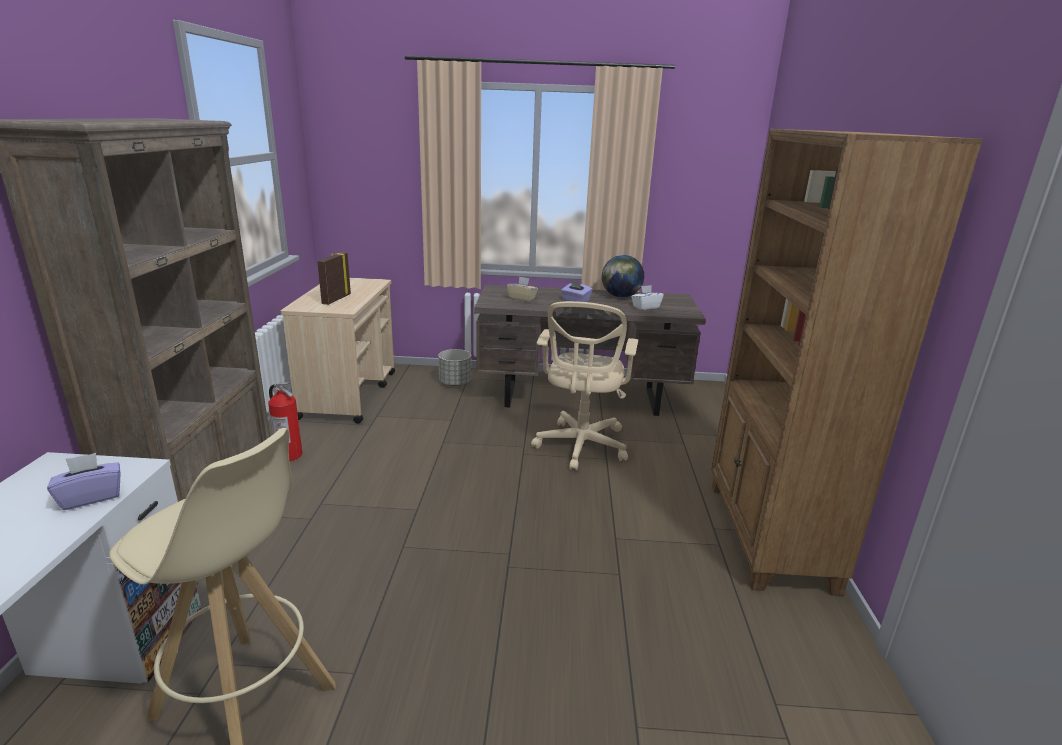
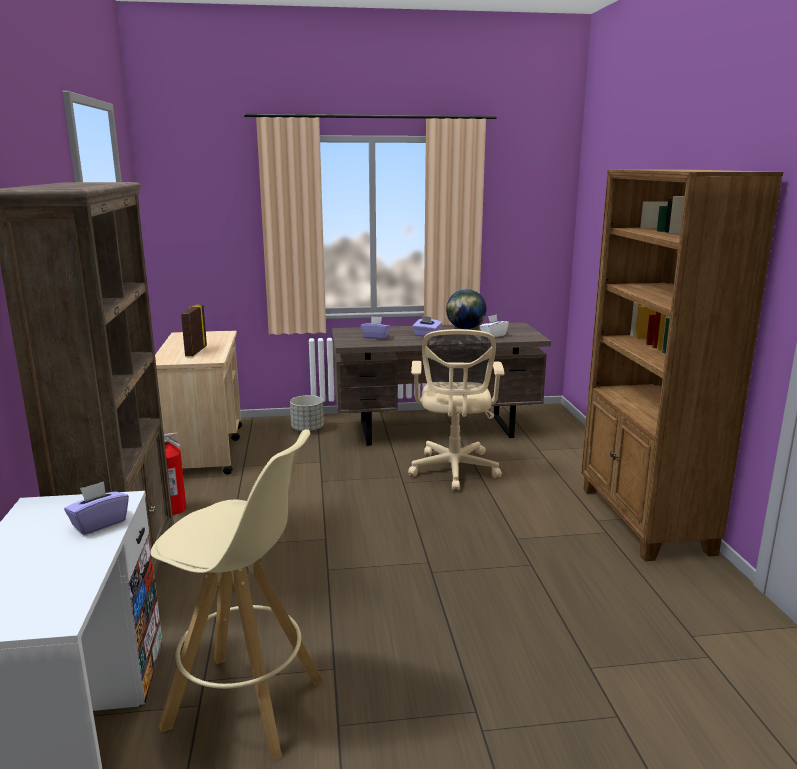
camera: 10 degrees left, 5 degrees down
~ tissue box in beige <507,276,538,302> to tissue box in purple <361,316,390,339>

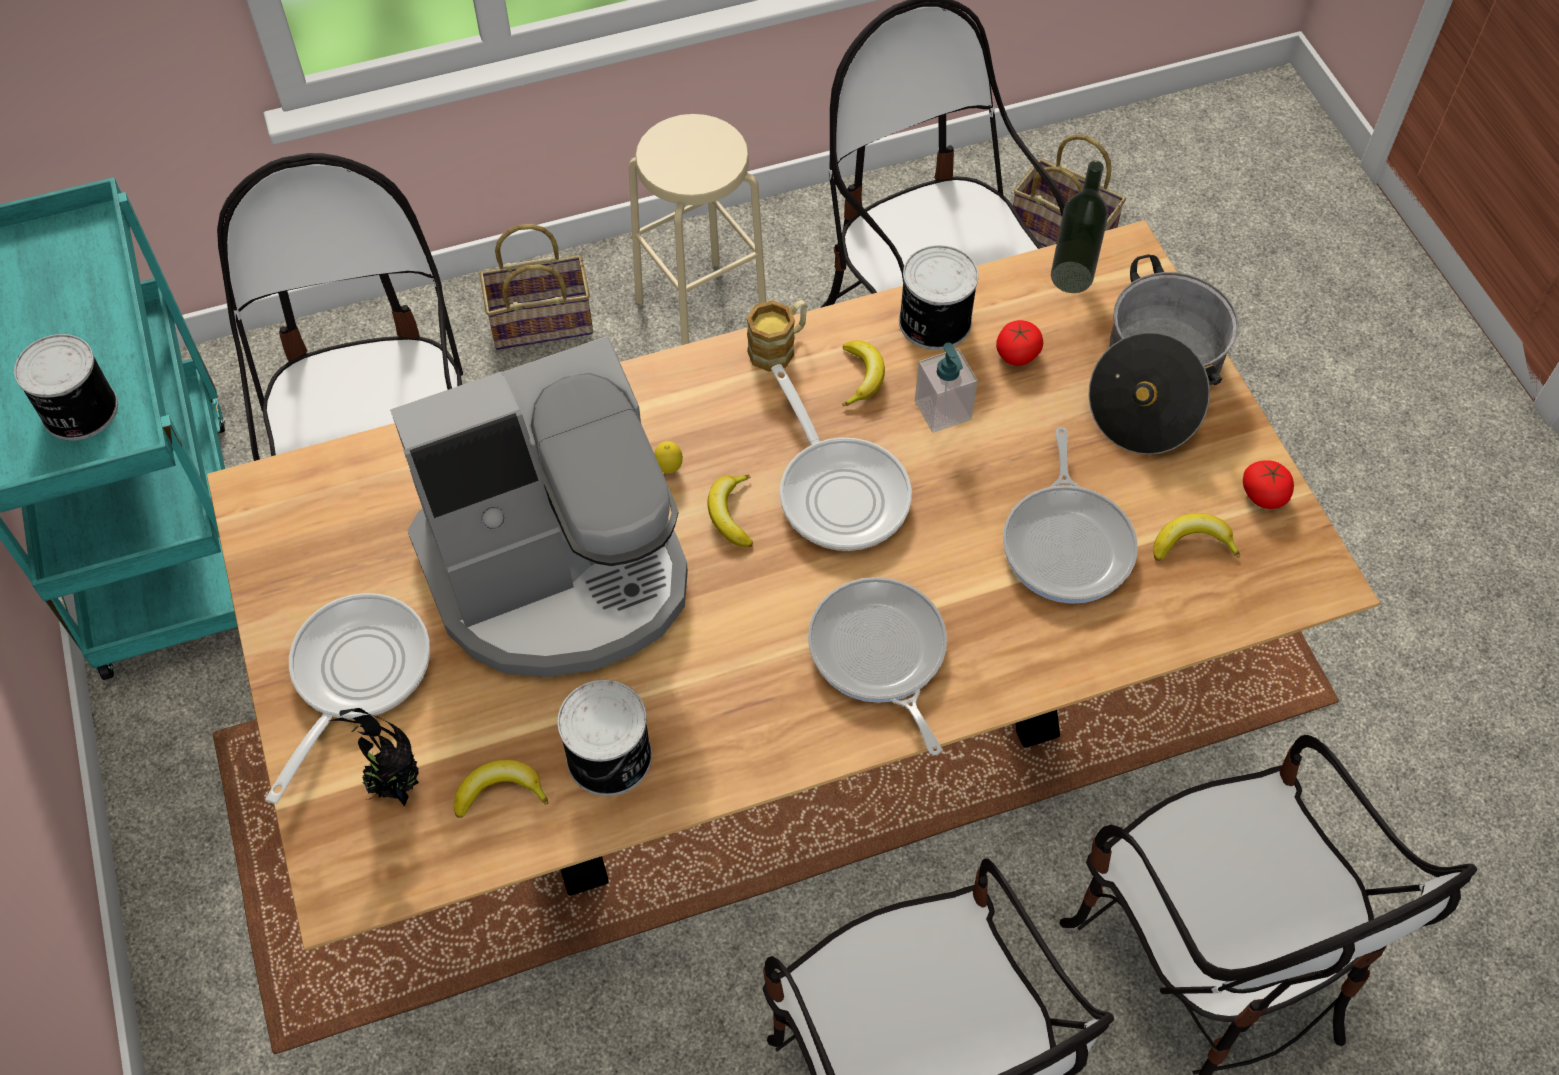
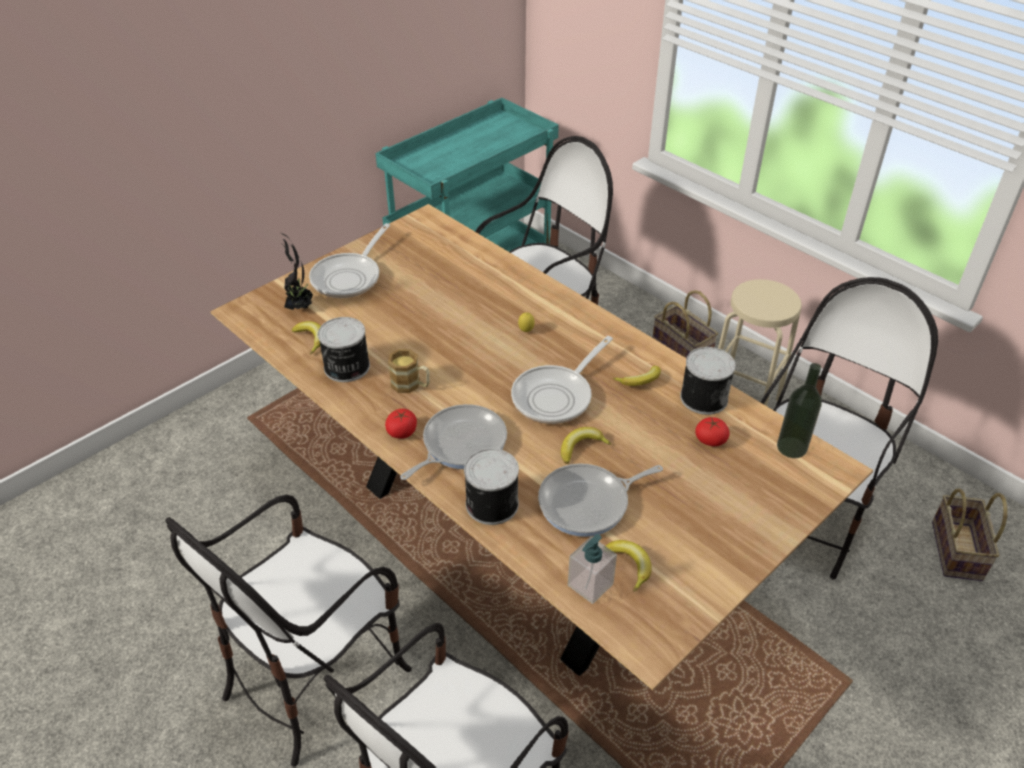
camera: 65 degrees right, 15 degrees down
~ can <14,334,118,441> to <464,449,519,525>
~ frying pan <265,593,430,804> = <309,223,390,298> 120 degrees clockwise
- coffee machine <390,336,688,677>
~ banana <707,475,753,547> to <561,427,612,464>
~ mug <746,300,807,372> to <388,349,430,393>
~ soap dispenser <915,342,978,433> to <568,534,617,604>
- cooking pot <1088,254,1239,455>
~ tomato <1243,460,1294,509> to <385,409,417,439>

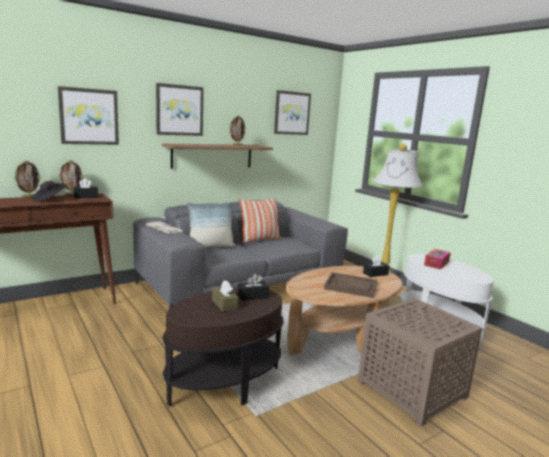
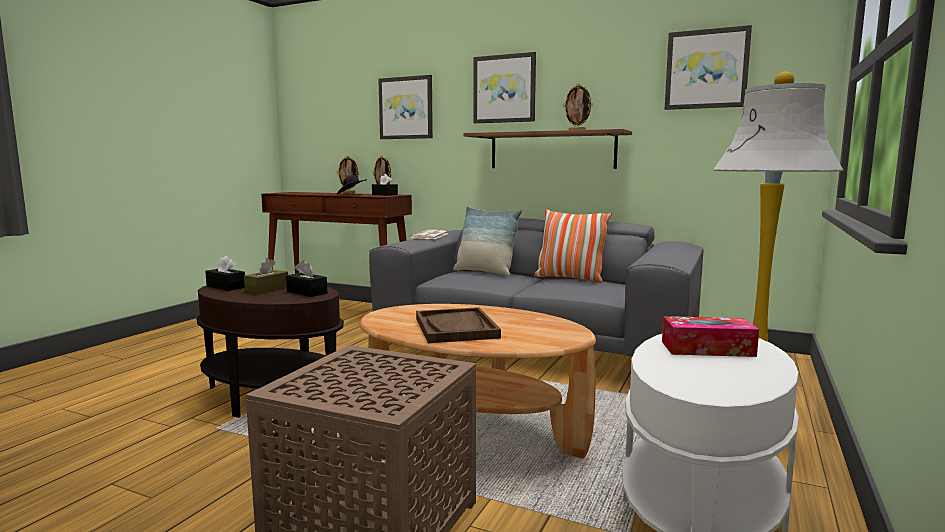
camera: 60 degrees right, 5 degrees down
~ tissue box in black <363,255,390,277> to <205,255,245,291>

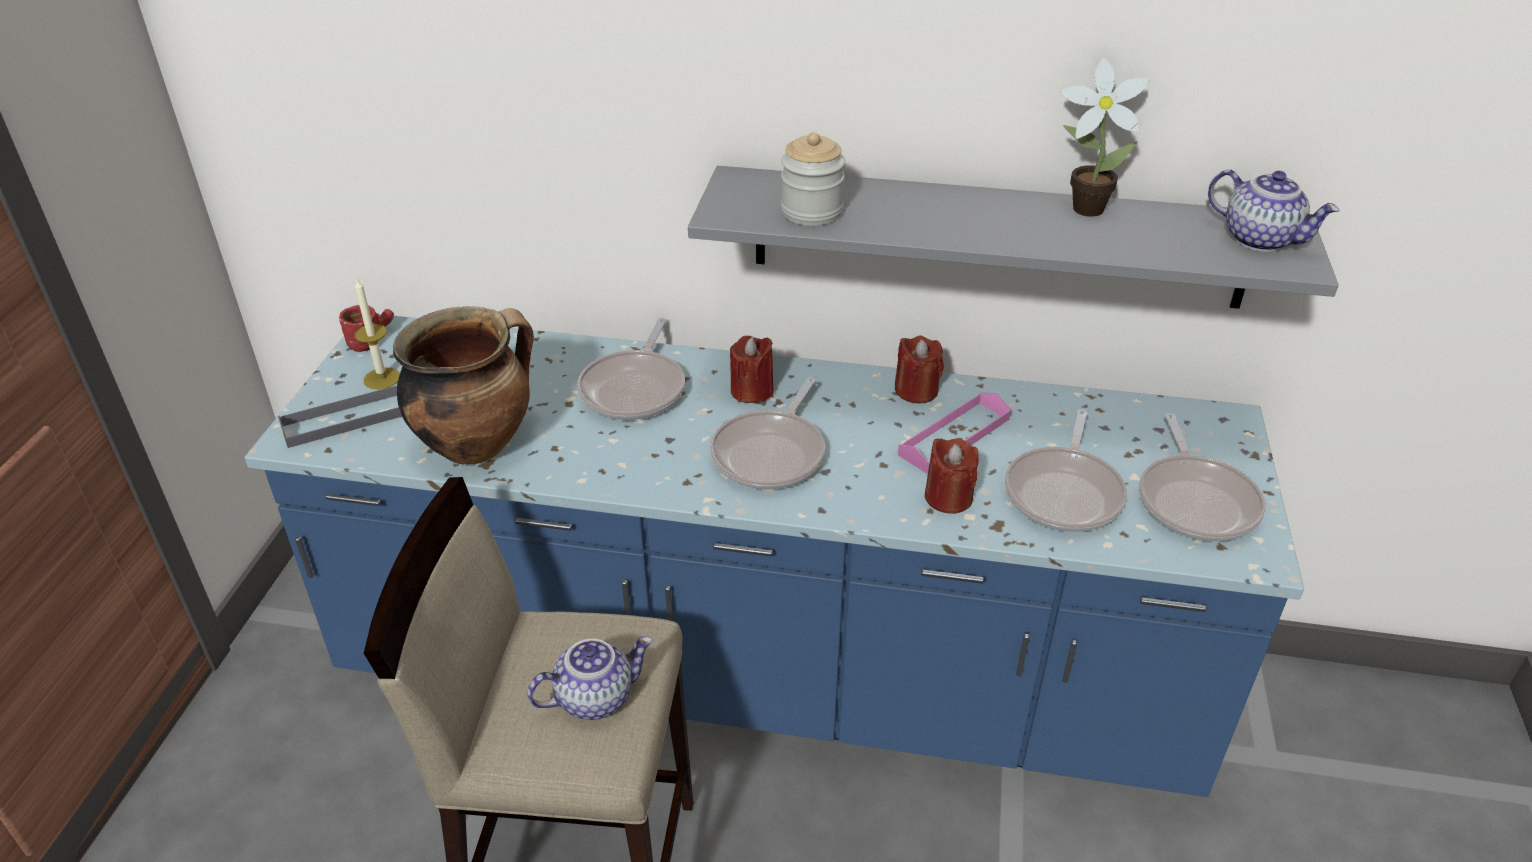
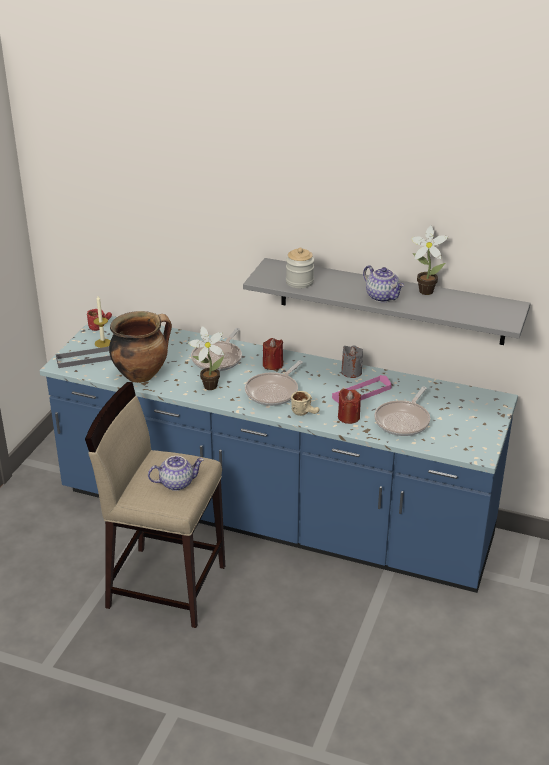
camera: 10 degrees right, 5 degrees down
~ candle in red <895,335,944,403> to candle in grey <341,345,363,378>
- frying pan <1139,413,1266,541>
~ teapot <1208,169,1340,252> to <363,265,404,302>
+ potted plant <188,326,224,390>
+ mug in beige <291,391,319,416>

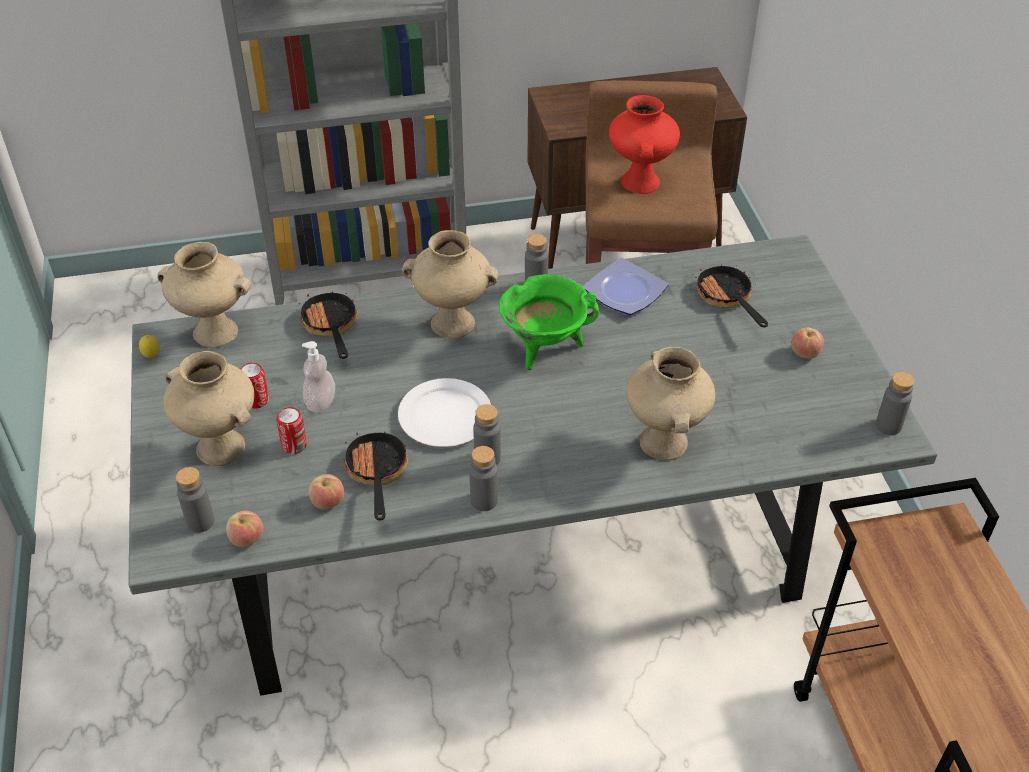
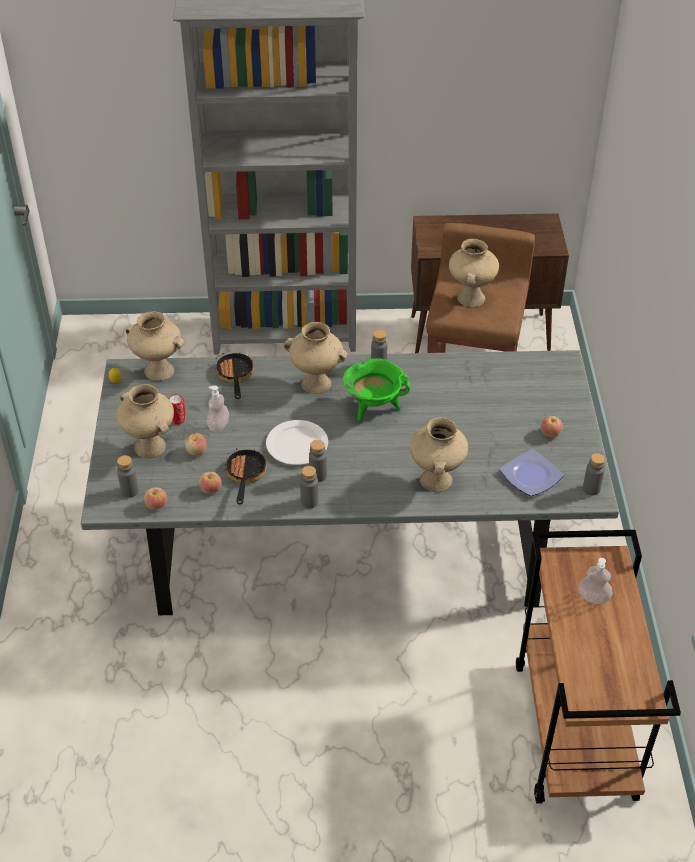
camera: 10 degrees right, 0 degrees up
~ can <277,407,307,454> to apple <185,433,207,456>
~ plate <583,258,668,315> to <499,449,564,496>
~ vase in red <609,95,680,194> to vase in beige <449,239,499,307>
- frying pan <695,261,768,327>
+ soap dispenser <578,558,612,604>

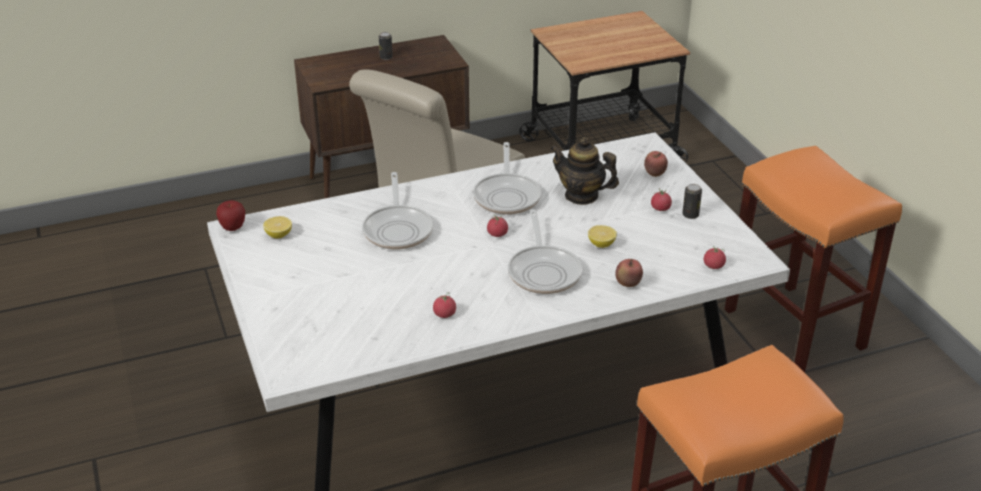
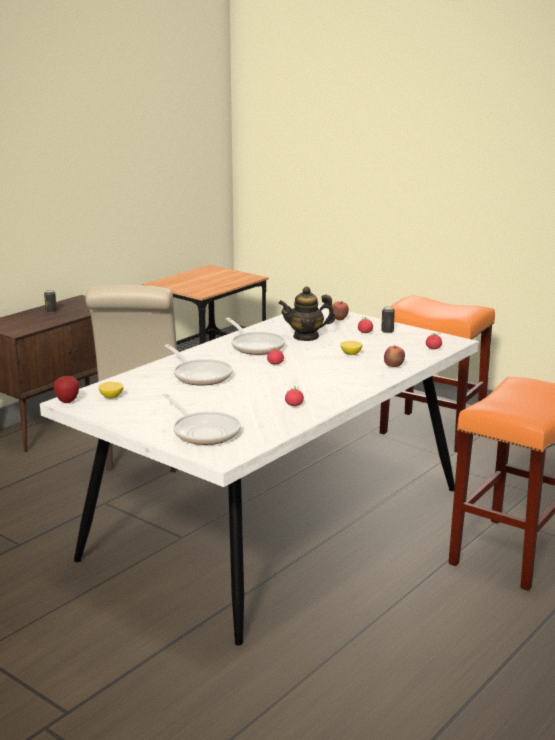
camera: 30 degrees left, 15 degrees down
~ frying pan <508,209,582,294> to <163,393,241,445>

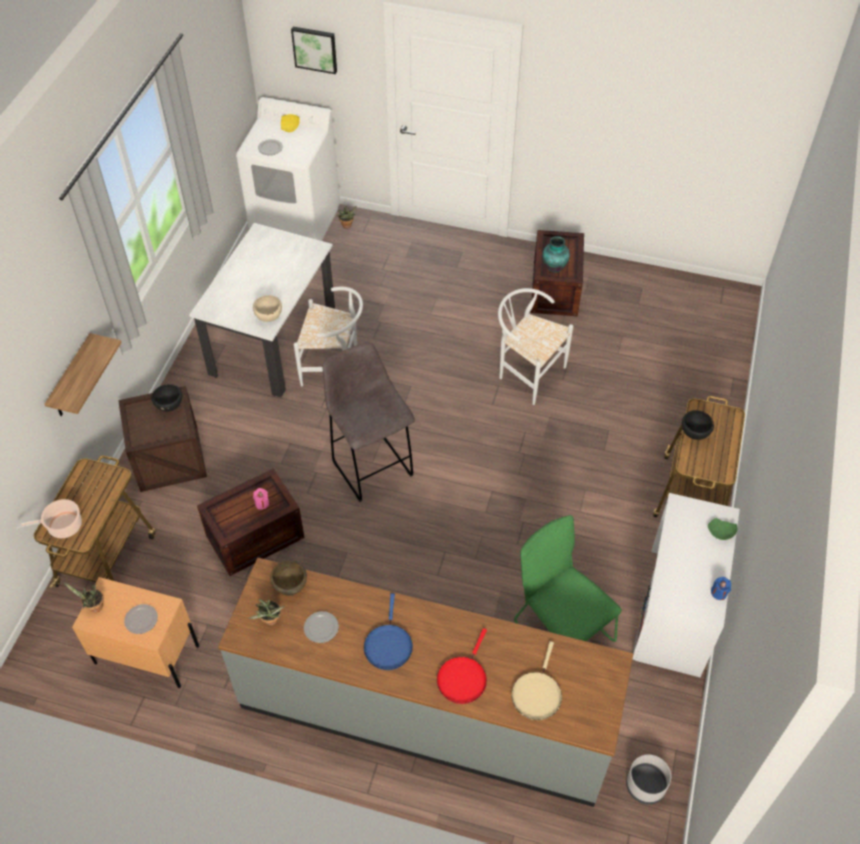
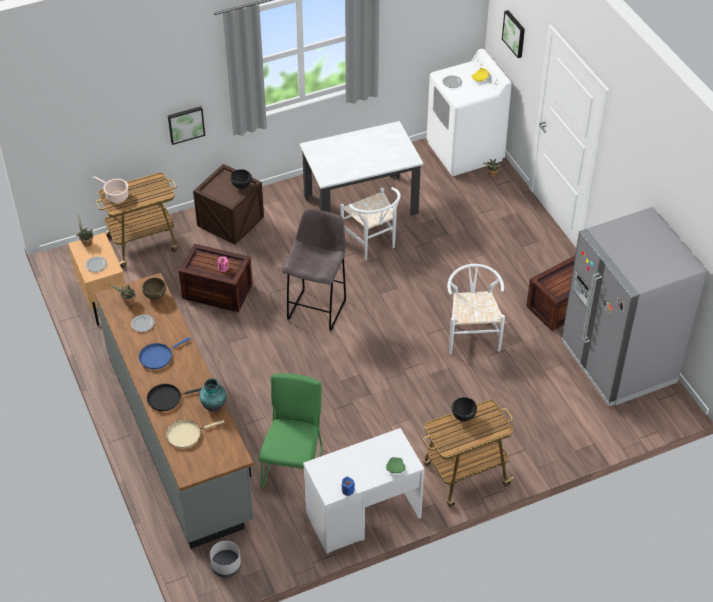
camera: 50 degrees right, 5 degrees down
~ shelf <45,333,122,416> to picture <168,106,205,145>
- bowl in beige <253,295,282,322>
~ frying pan in red <437,628,487,704> to frying pan in black <147,384,202,411>
~ vase <542,236,570,273> to <200,378,226,412>
+ fridge in grey <562,207,707,406>

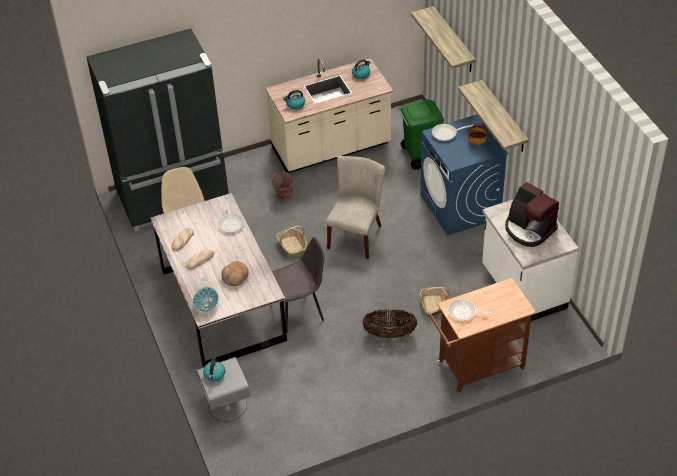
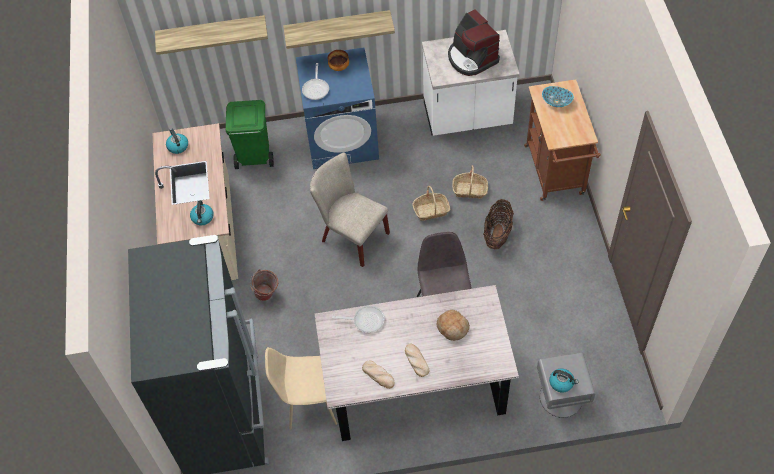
camera: 75 degrees left, 10 degrees up
~ bowl <192,287,219,312> to <542,86,574,107>
~ basket <277,226,307,257> to <412,186,451,221>
- frying pan <448,299,496,321>
~ coffee machine <505,182,559,247> = <448,10,500,76> 90 degrees clockwise

